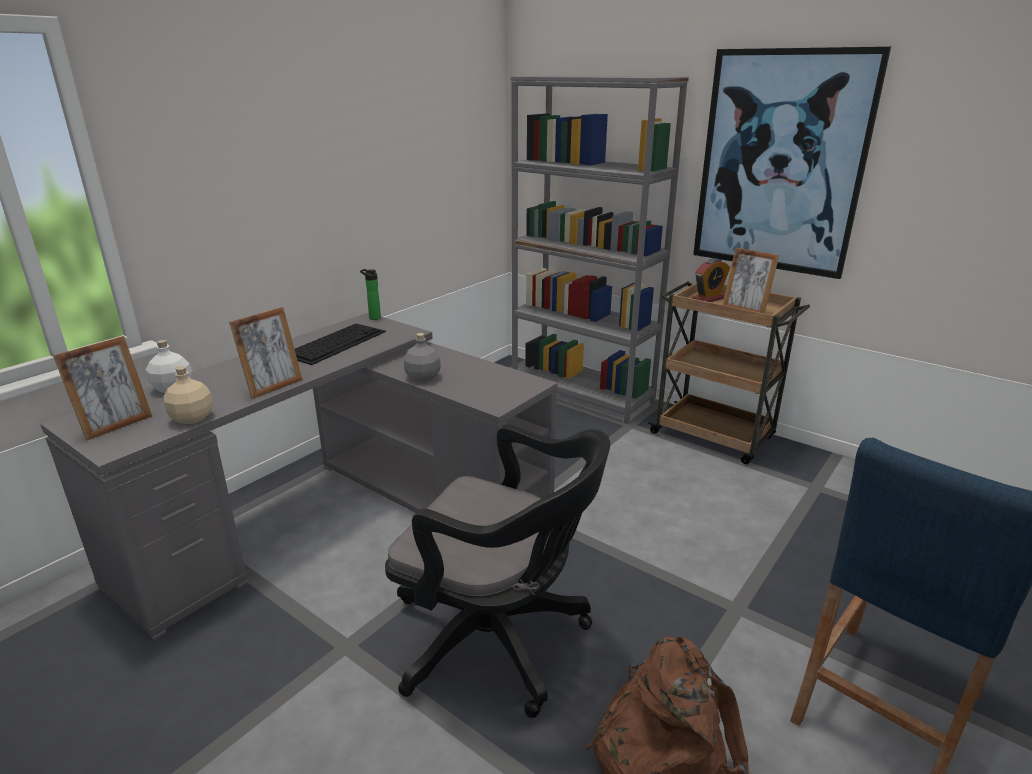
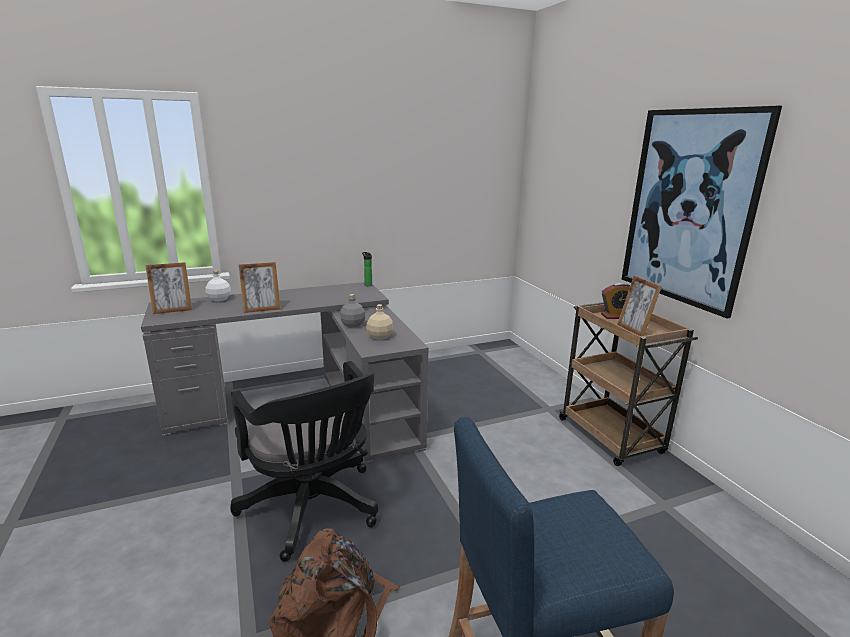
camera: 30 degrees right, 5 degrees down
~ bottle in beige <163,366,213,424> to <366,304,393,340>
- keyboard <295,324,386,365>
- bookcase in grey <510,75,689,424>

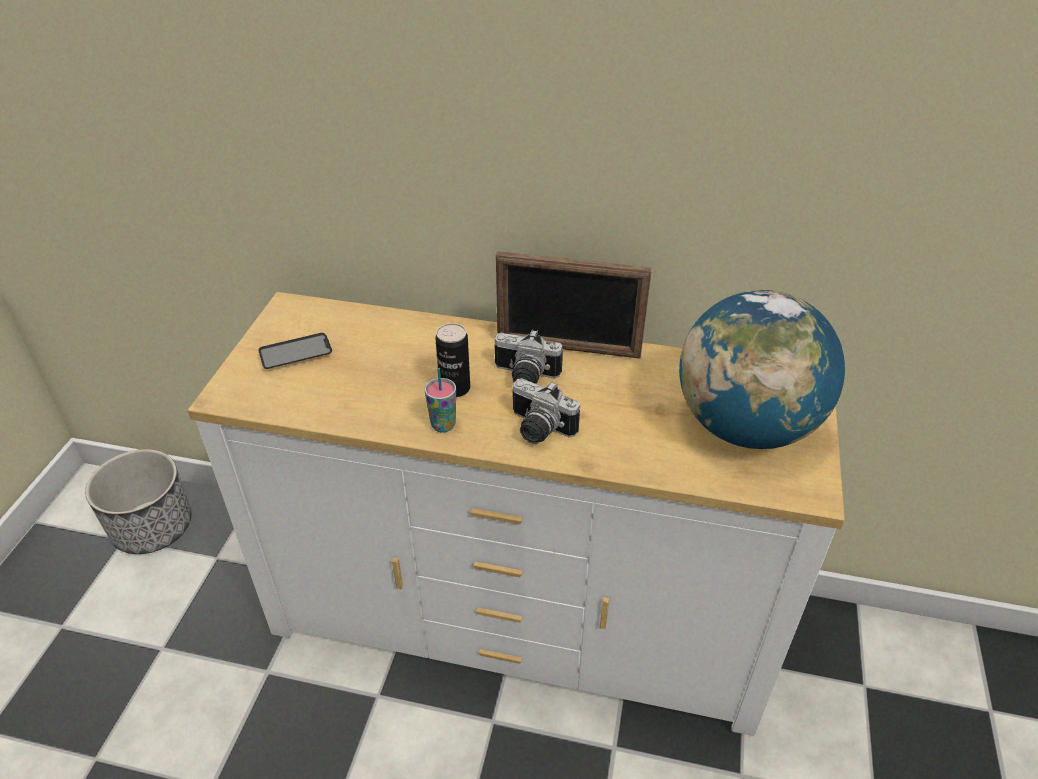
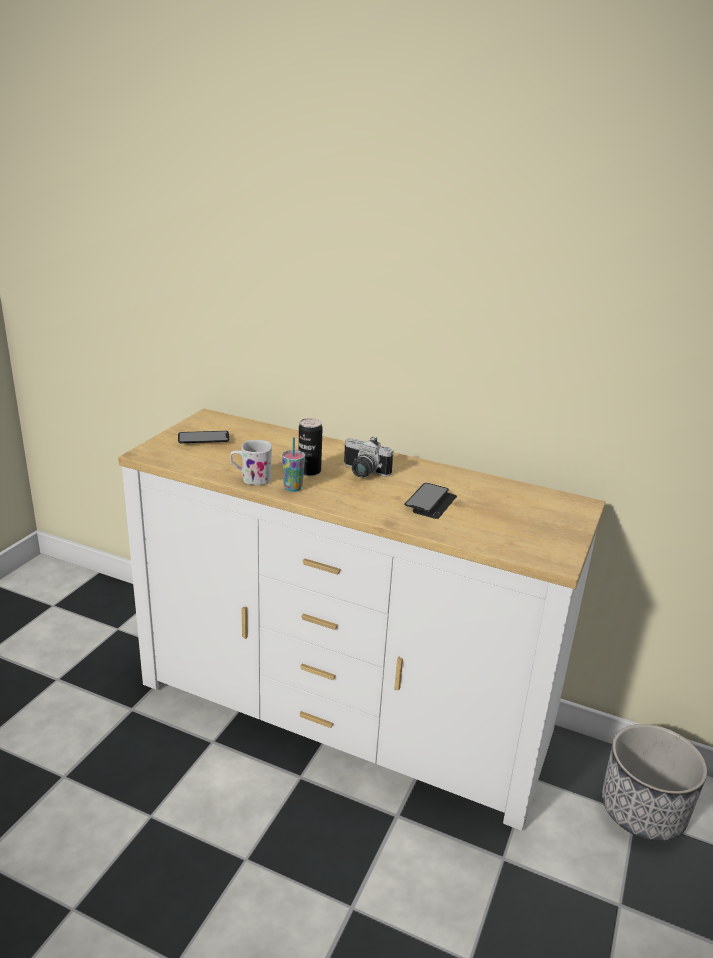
camera: 10 degrees right, 15 degrees down
~ planter <85,449,191,554> to <602,724,707,841>
- picture frame <496,251,652,359>
- photo camera <512,378,580,444>
- globe <679,290,845,449>
+ mug in white <230,440,272,485>
+ phone <404,483,457,519>

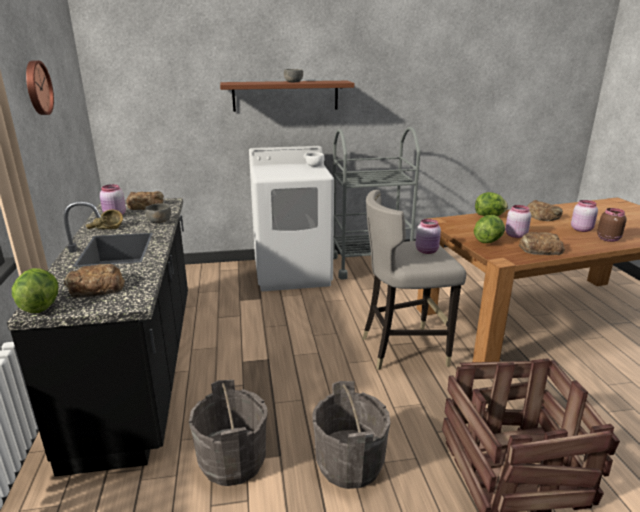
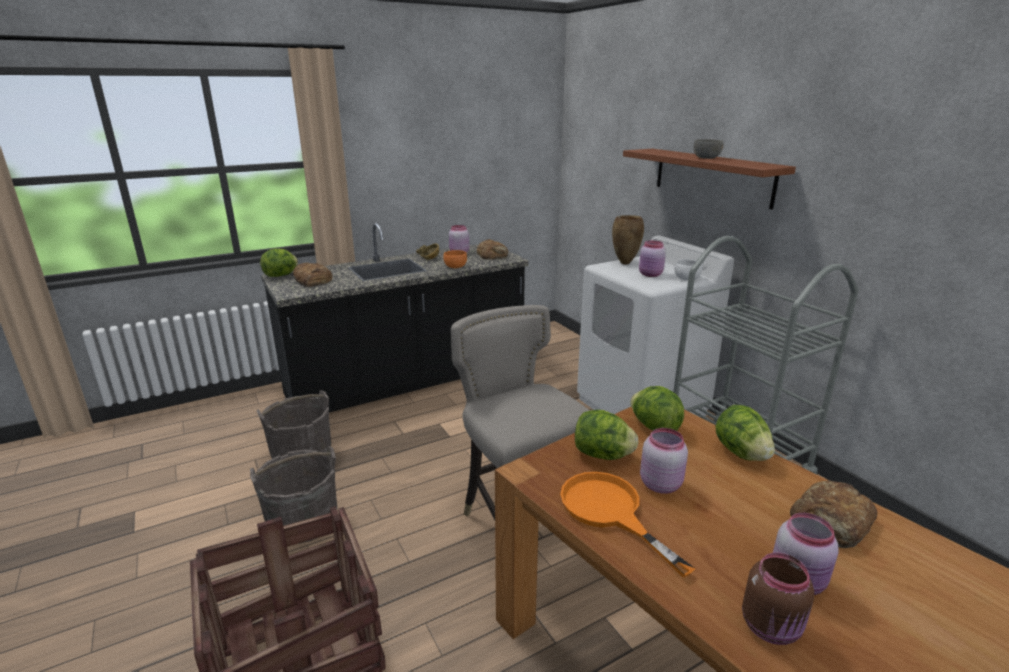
camera: 70 degrees right, 0 degrees up
- wall clock <26,61,54,115>
~ bowl in grey <145,203,171,223> to bowl in orange <443,250,467,268>
~ jar in pink <416,219,441,254> to <639,240,666,277>
~ bread <519,232,565,255> to frying pan in orange <560,472,696,577>
+ vase in brown <612,215,644,264>
+ lettuce <630,386,684,431>

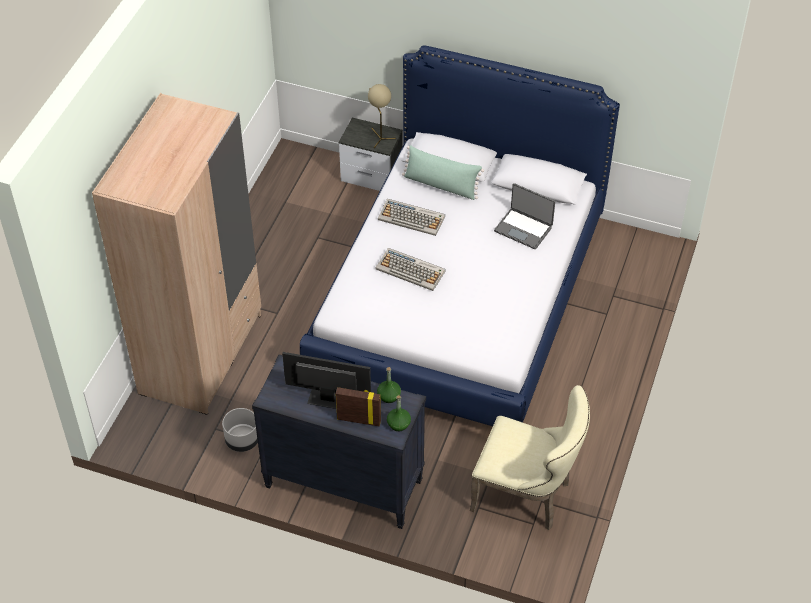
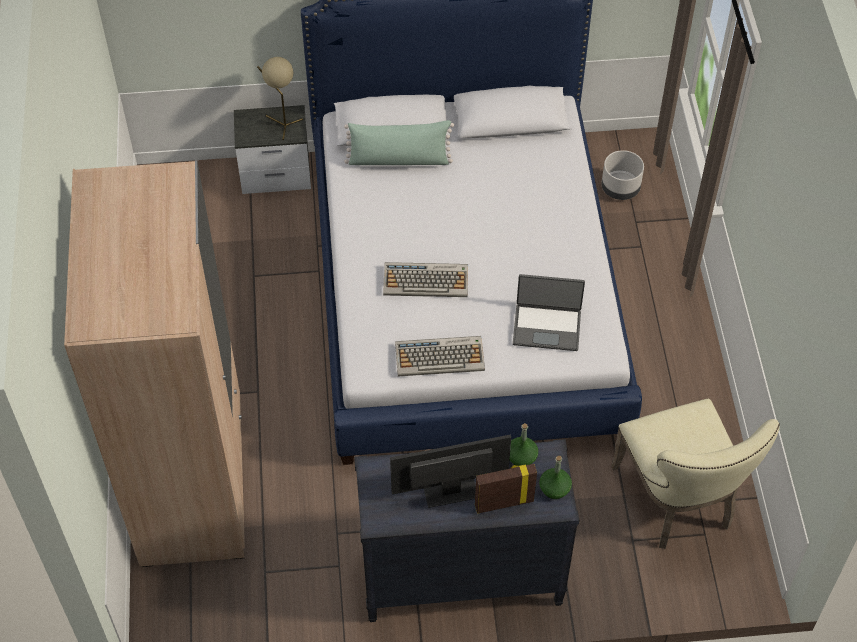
camera: 25 degrees left, 5 degrees up
~ planter in grey <222,408,258,452> to <601,150,644,200>
~ keyboard <378,199,445,236> to <395,336,485,377>
~ chair in beige <470,385,590,530> = <611,399,780,549> 75 degrees clockwise
~ laptop <494,183,555,249> to <513,274,585,351>

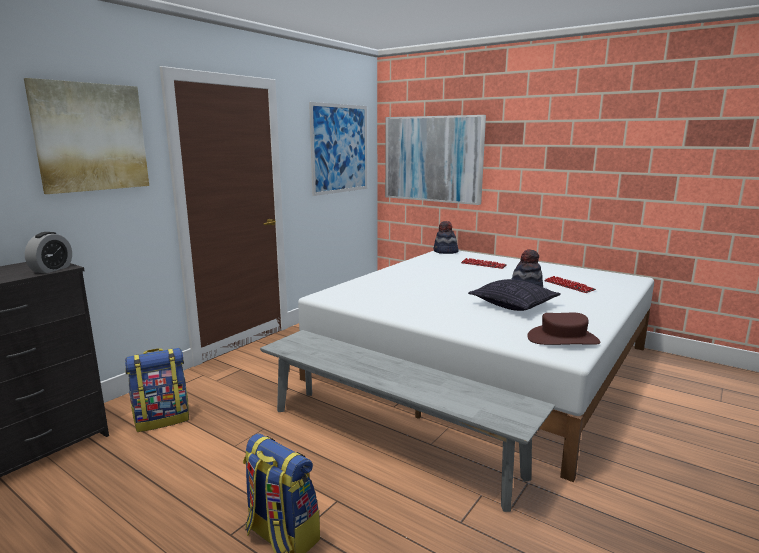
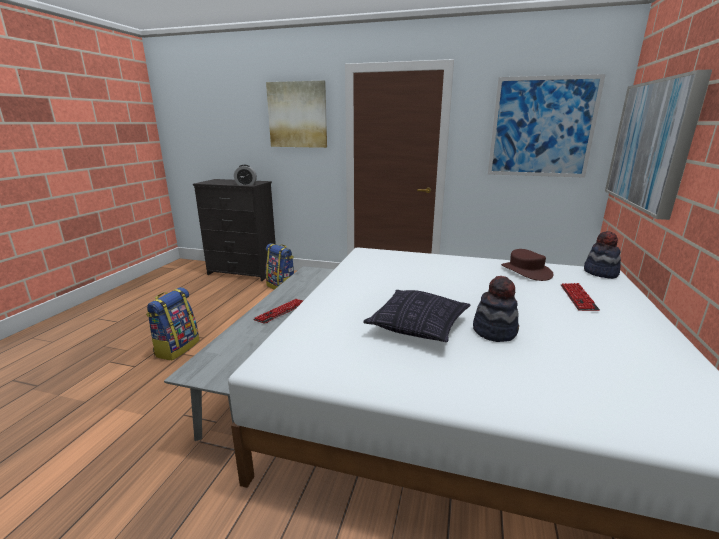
camera: 70 degrees right, 5 degrees up
~ hat in brown <527,313,600,345> to <501,249,554,281>
~ keyboard <544,276,596,293> to <253,299,304,324>

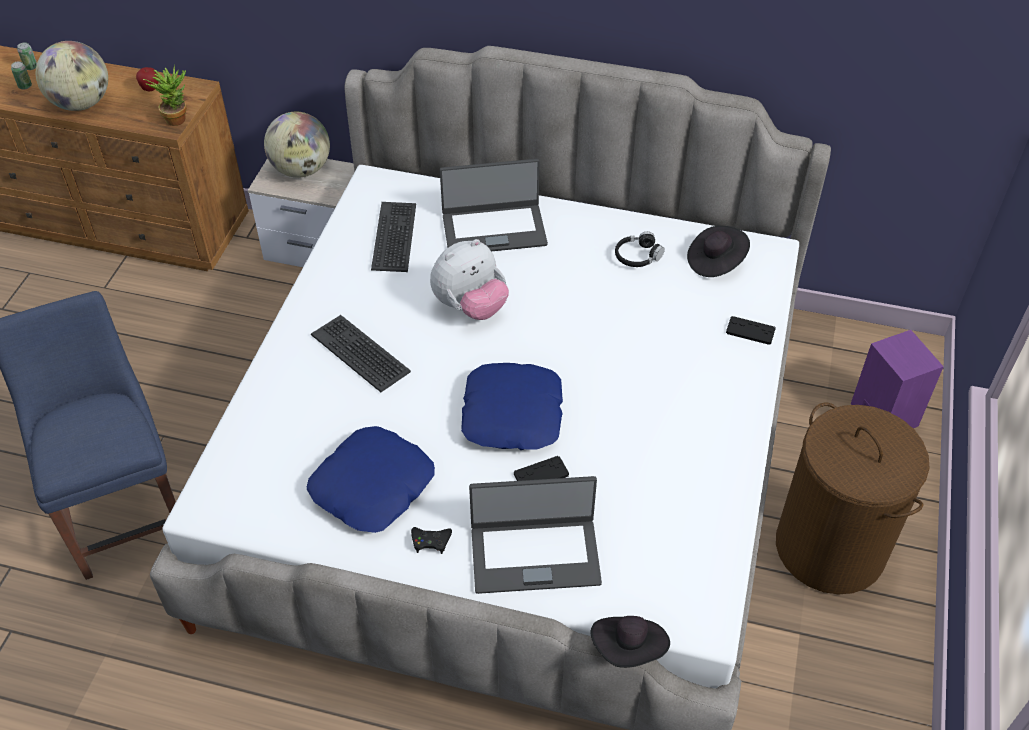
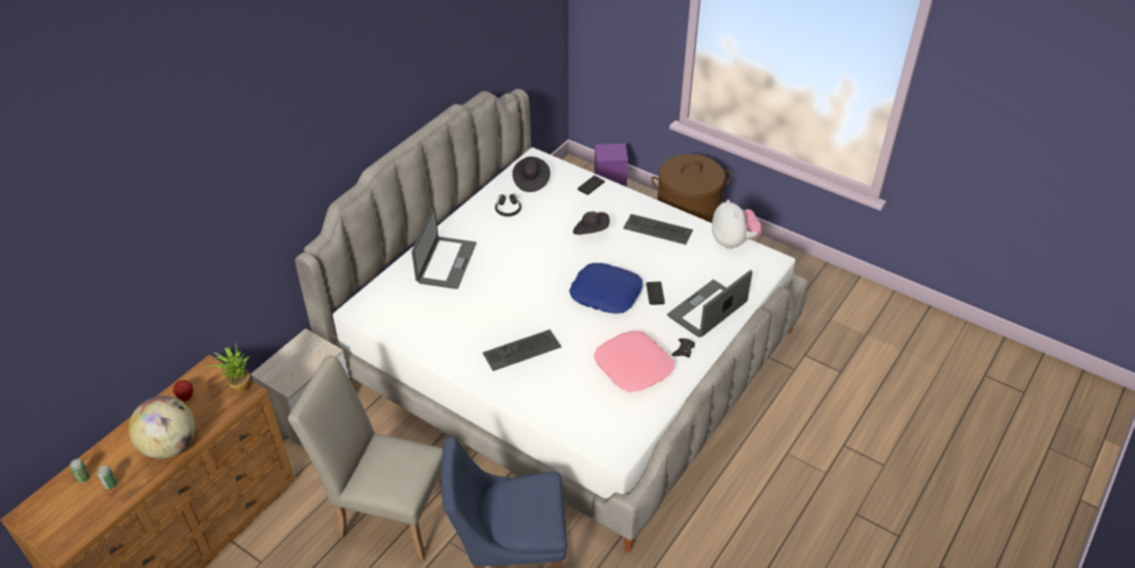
camera: 70 degrees left, 5 degrees down
- globe <264,112,330,178>
~ pillow in blue <307,426,435,533> to pillow in pink <594,331,675,392>
~ keyboard <371,202,416,272> to <623,214,693,245>
~ plush toy <430,239,509,320> to <712,200,762,249>
~ laptop <469,476,602,594> = <667,270,752,337> 150 degrees counterclockwise
~ hat in black <591,616,670,668> to <573,212,610,235>
+ chair in beige <288,356,443,560>

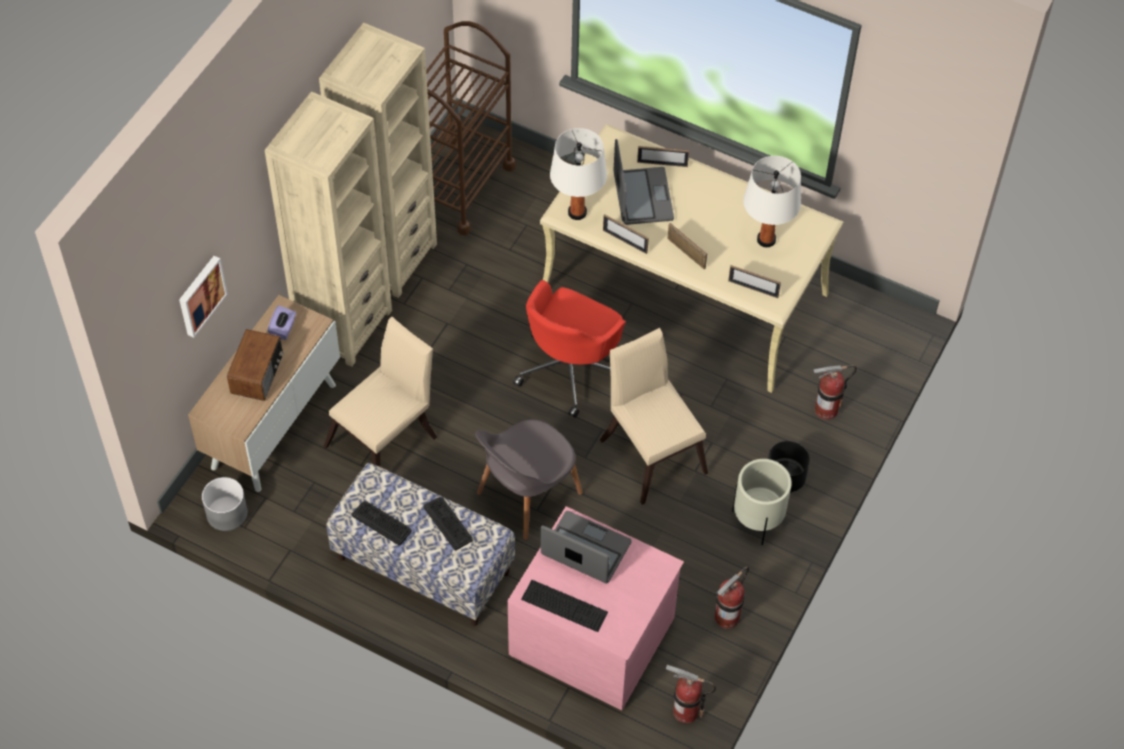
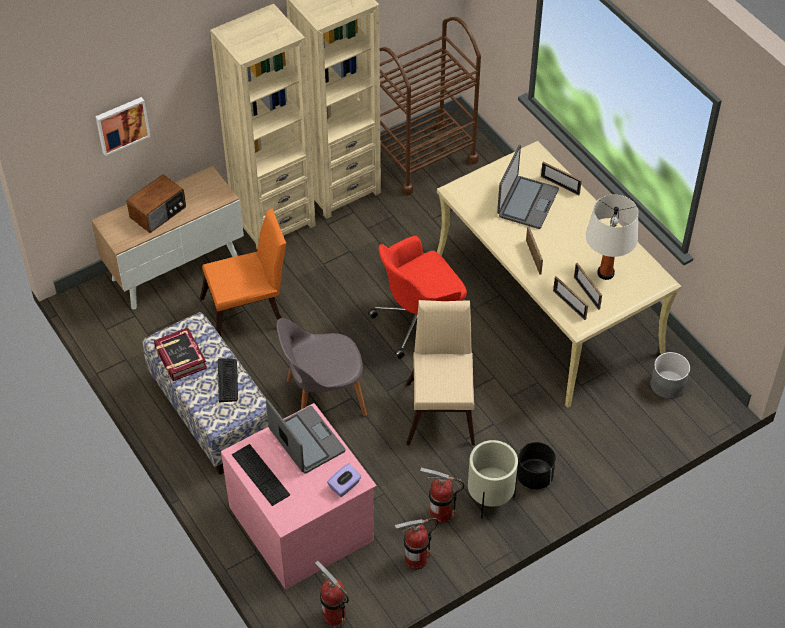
camera: 30 degrees right, 5 degrees down
~ planter in grey <202,477,248,531> to <650,352,690,399>
~ tissue box in purple <267,305,296,340> to <327,463,361,497>
~ chair in beige <323,317,437,467> to chair in orange <200,208,286,336>
~ keyboard <352,501,412,546> to book <154,328,207,381>
- table lamp in white <550,128,607,220>
~ picture frame <603,215,649,254> to <574,263,602,310>
~ fire extinguisher <813,365,857,420> to <420,468,465,523>

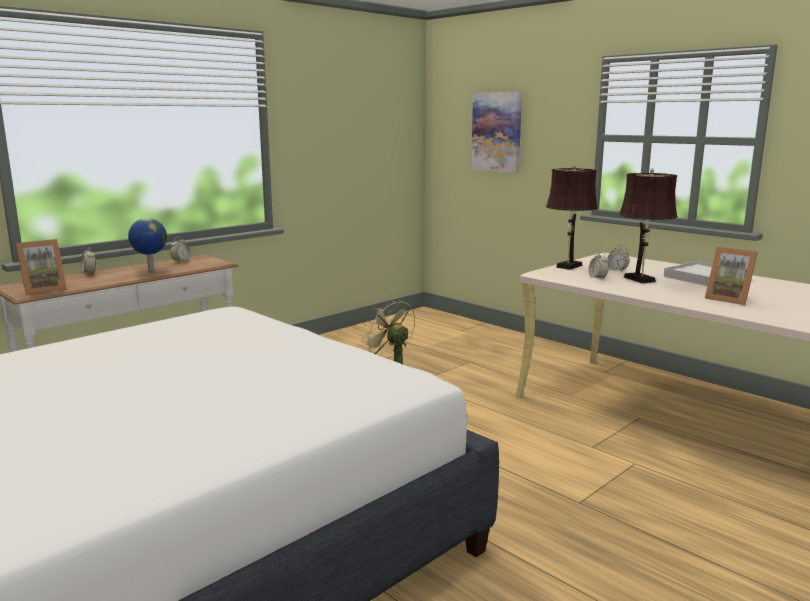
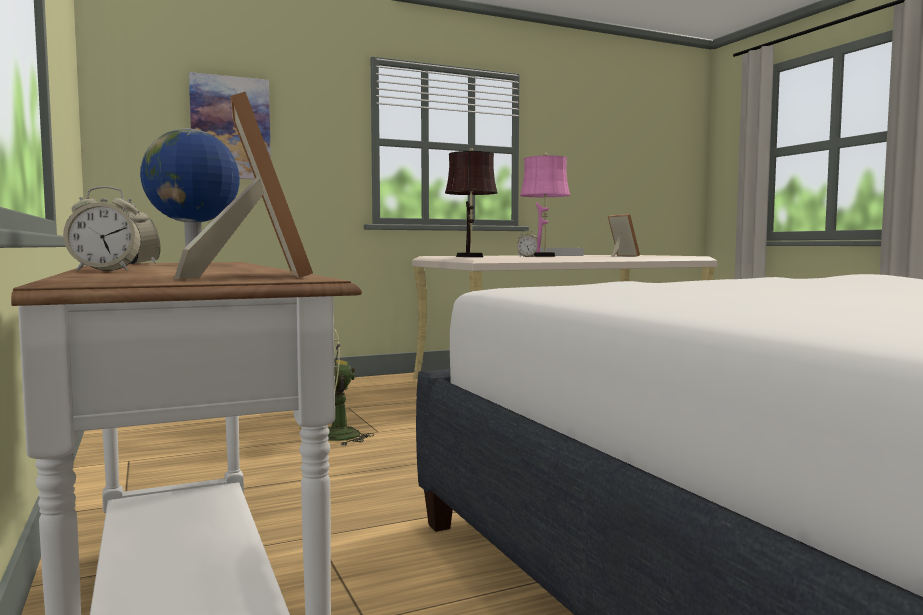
camera: 70 degrees left, 10 degrees down
- alarm clock <607,245,630,271>
~ table lamp in brown <619,169,678,284> to table lamp in pink <520,153,570,257>
~ picture frame <705,247,758,305> = <608,214,640,256> 90 degrees counterclockwise

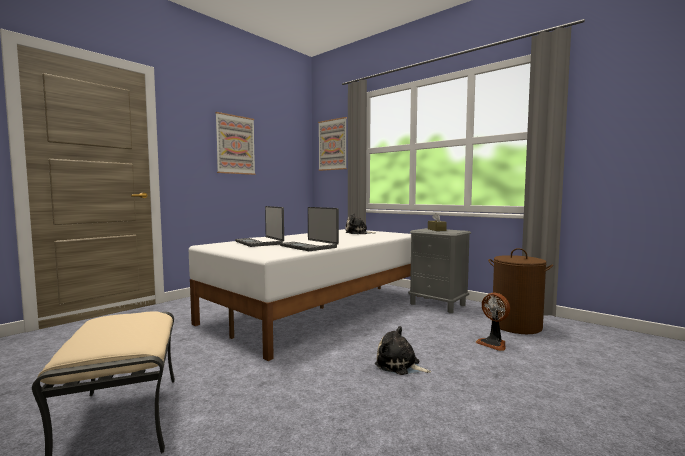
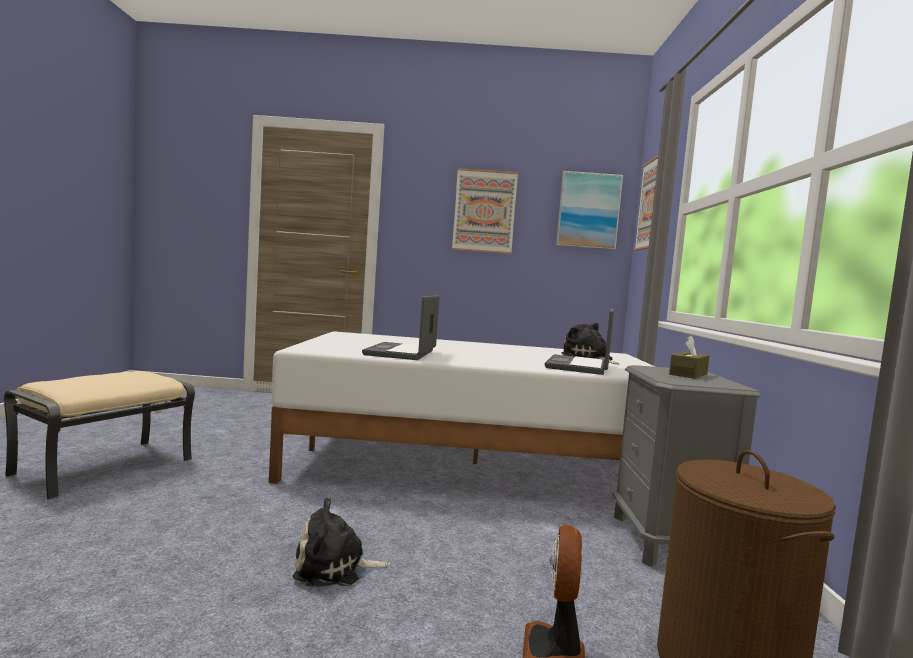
camera: 50 degrees right, 0 degrees up
~ laptop <235,206,284,247> to <545,308,614,375>
~ plush toy <375,326,431,375> = <293,497,390,587> 90 degrees counterclockwise
+ picture <556,171,623,250>

